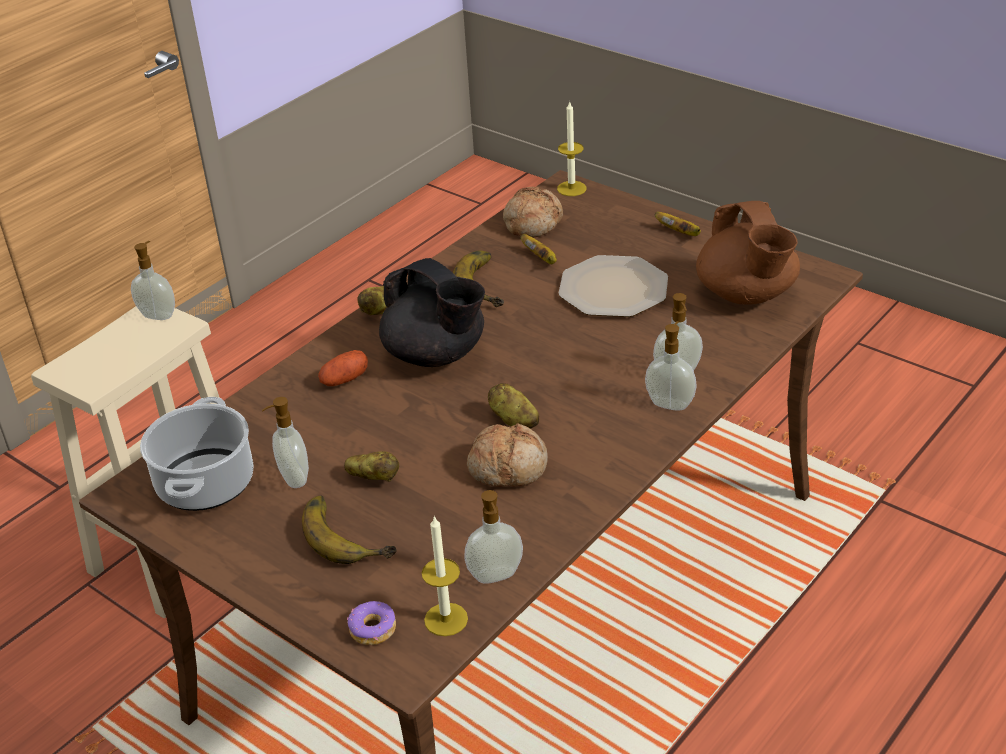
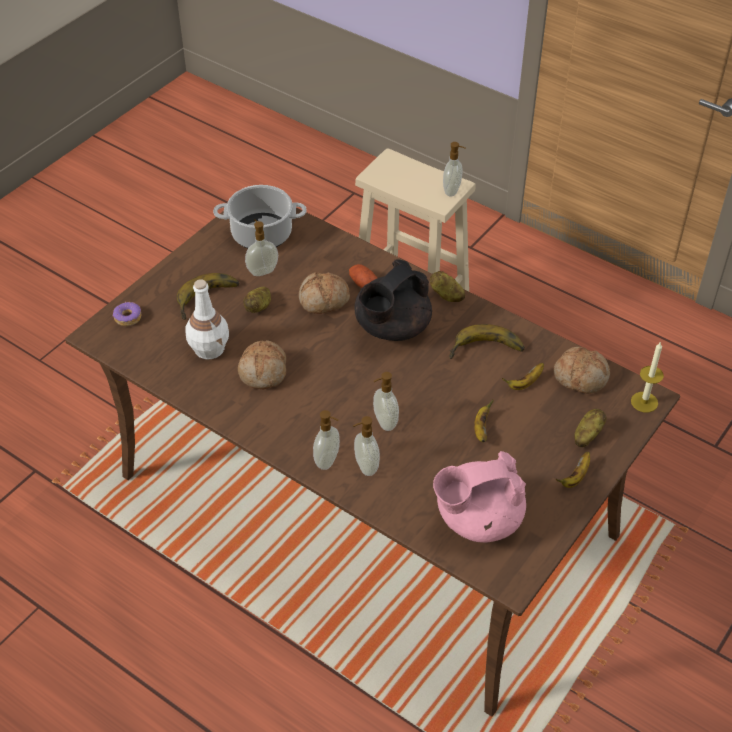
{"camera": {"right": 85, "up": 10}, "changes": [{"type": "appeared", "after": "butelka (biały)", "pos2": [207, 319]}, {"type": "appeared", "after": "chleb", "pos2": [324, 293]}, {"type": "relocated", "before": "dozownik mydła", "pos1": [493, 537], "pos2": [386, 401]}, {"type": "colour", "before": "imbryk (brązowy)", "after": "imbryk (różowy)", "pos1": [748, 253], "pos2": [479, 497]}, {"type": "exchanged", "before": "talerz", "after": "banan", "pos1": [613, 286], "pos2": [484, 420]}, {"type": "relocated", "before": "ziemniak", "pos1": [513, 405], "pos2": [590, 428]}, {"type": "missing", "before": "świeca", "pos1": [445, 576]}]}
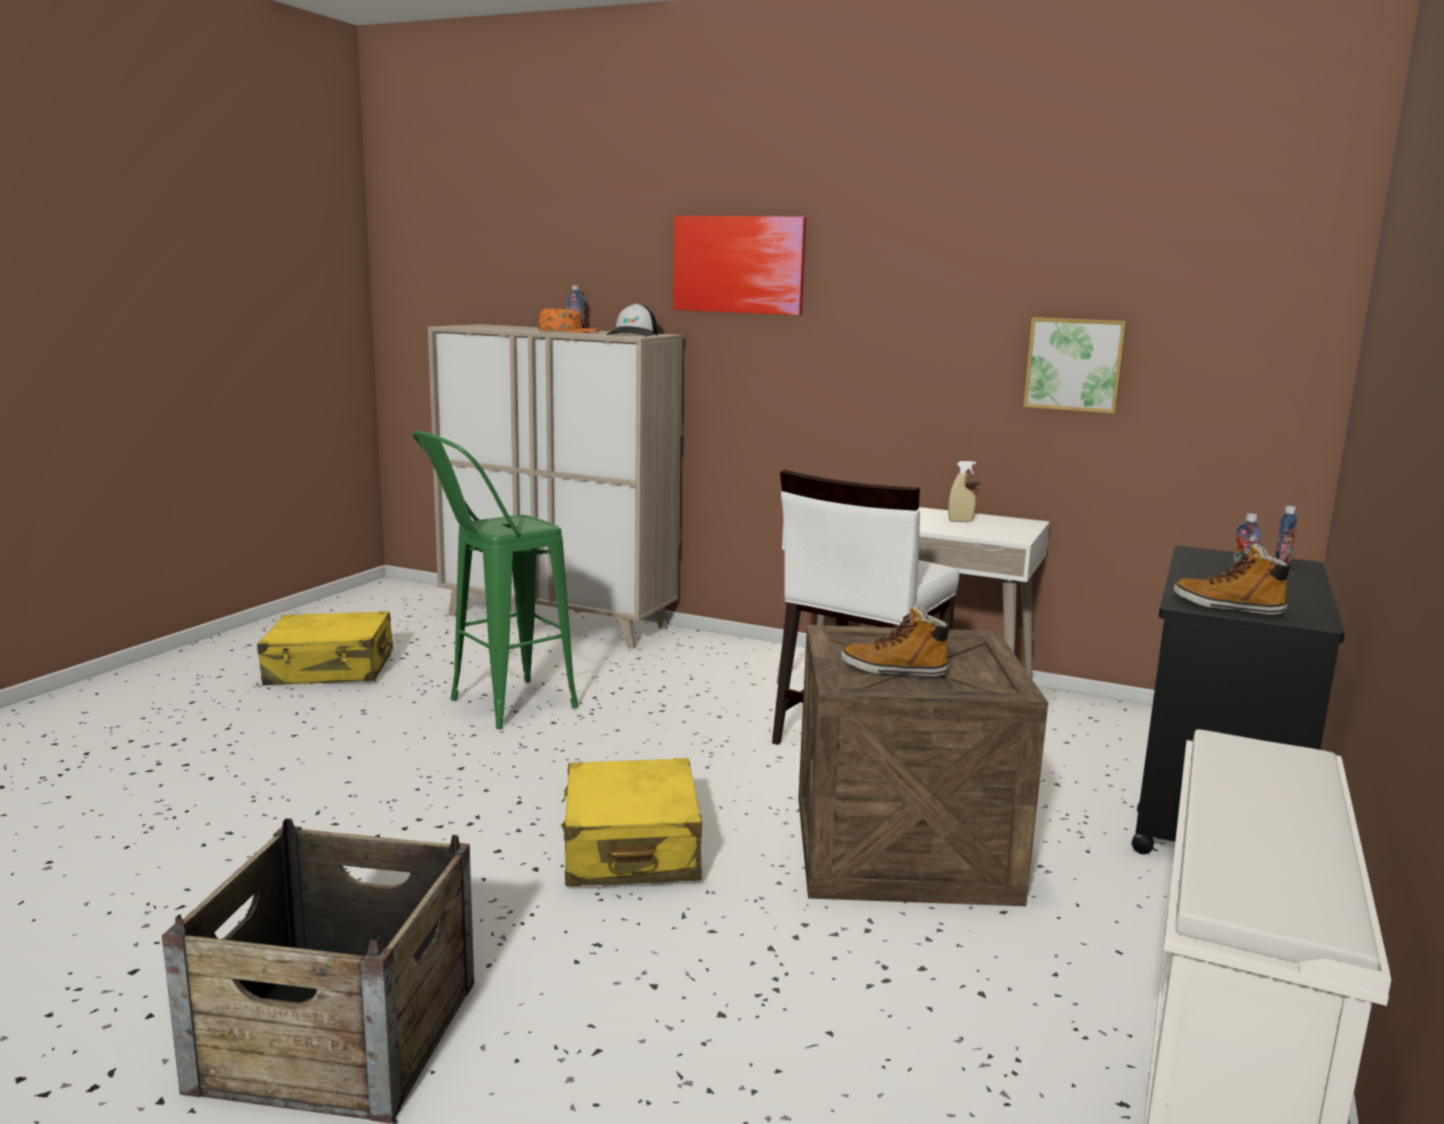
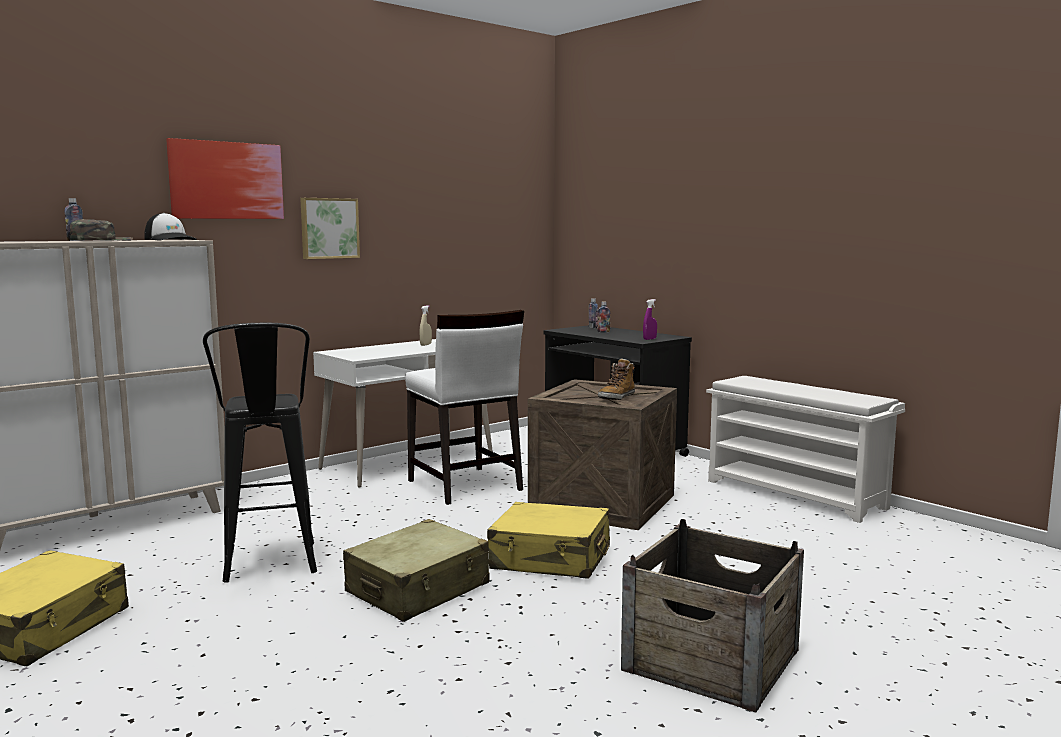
{"camera": {"right": -65, "up": -5}, "changes": [{"type": "colour", "before": "czapka z daszkiem (pomarańczowy)", "after": "czapka z daszkiem (zielony)", "pos1": [569, 320], "pos2": [101, 230]}, {"type": "colour", "before": "stołek (zielony)", "after": "stołek (czarny)", "pos1": [495, 579], "pos2": [260, 453]}, {"type": "relocated", "before": "obraz", "pos1": [1075, 365], "pos2": [330, 228]}, {"type": "appeared", "after": "walizka (beżowy)", "pos2": [416, 570]}, {"type": "exchanged", "before": "but z cholewką", "after": "spryskiwacz (fioletowy)", "pos1": [1234, 579], "pos2": [650, 319]}]}
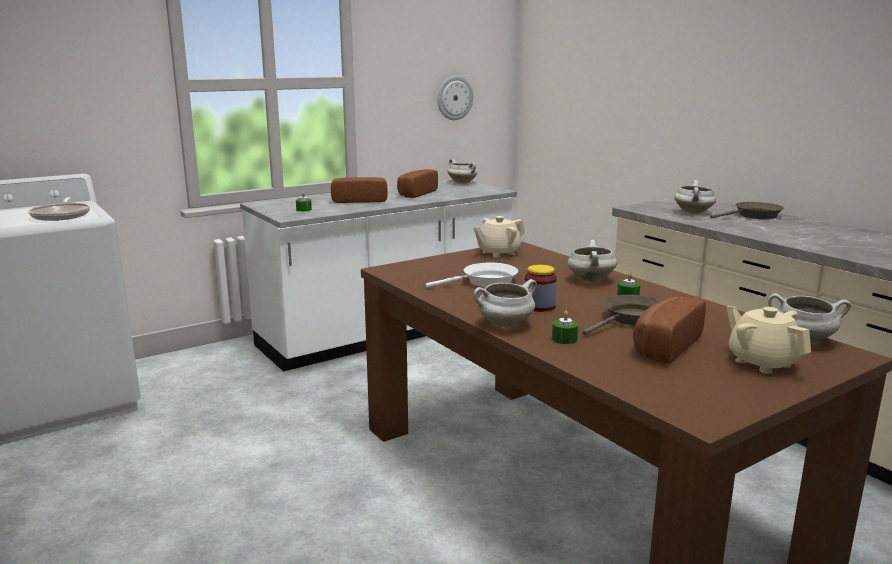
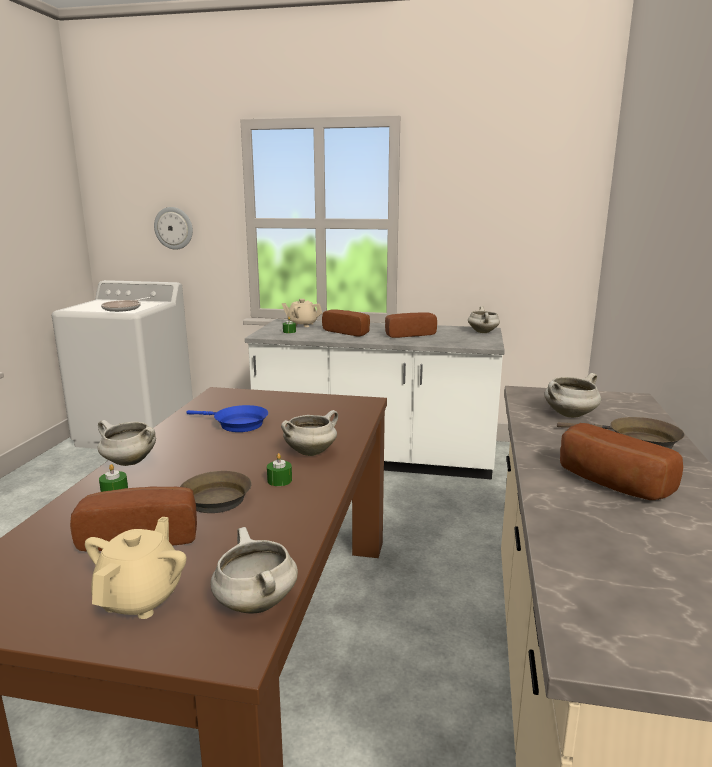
{"camera": {"right": 45, "up": 0}, "changes": [{"type": "relocated", "before": "zegar ścienny", "pos1": [455, 97], "pos2": [173, 228]}, {"type": "colour", "before": "patelnia (biały)", "after": "patelnia (niebieski)", "pos1": [471, 274], "pos2": [227, 418]}, {"type": "relocated", "before": "imbryk (beżowy)", "pos1": [499, 237], "pos2": [302, 313]}, {"type": "appeared", "after": "chleb", "pos2": [621, 461]}, {"type": "missing", "before": "słoik", "pos1": [540, 288]}]}
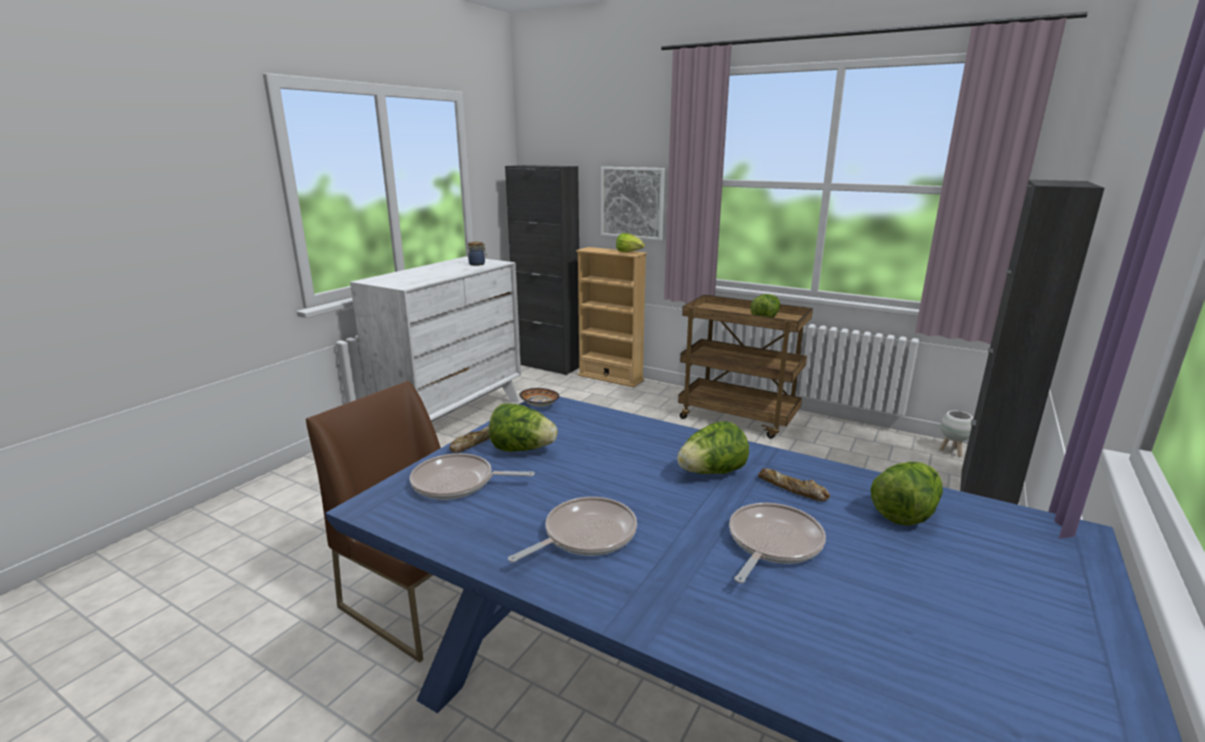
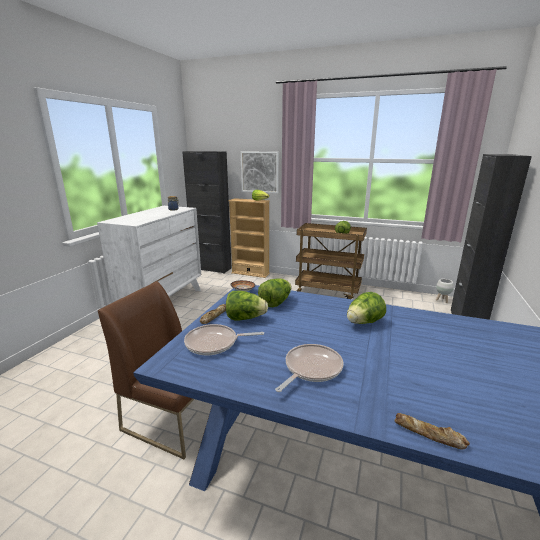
{"camera": {"right": -10, "up": 0}, "changes": [{"type": "relocated", "before": "sałata", "pos1": [906, 494], "pos2": [275, 292]}, {"type": "relocated", "before": "chleb", "pos1": [794, 484], "pos2": [432, 431]}, {"type": "missing", "before": "patelnia", "pos1": [777, 543]}]}
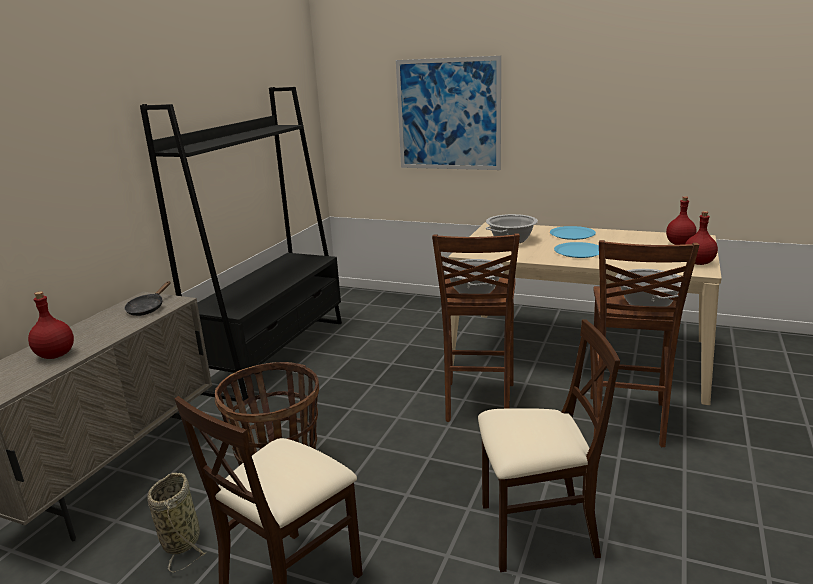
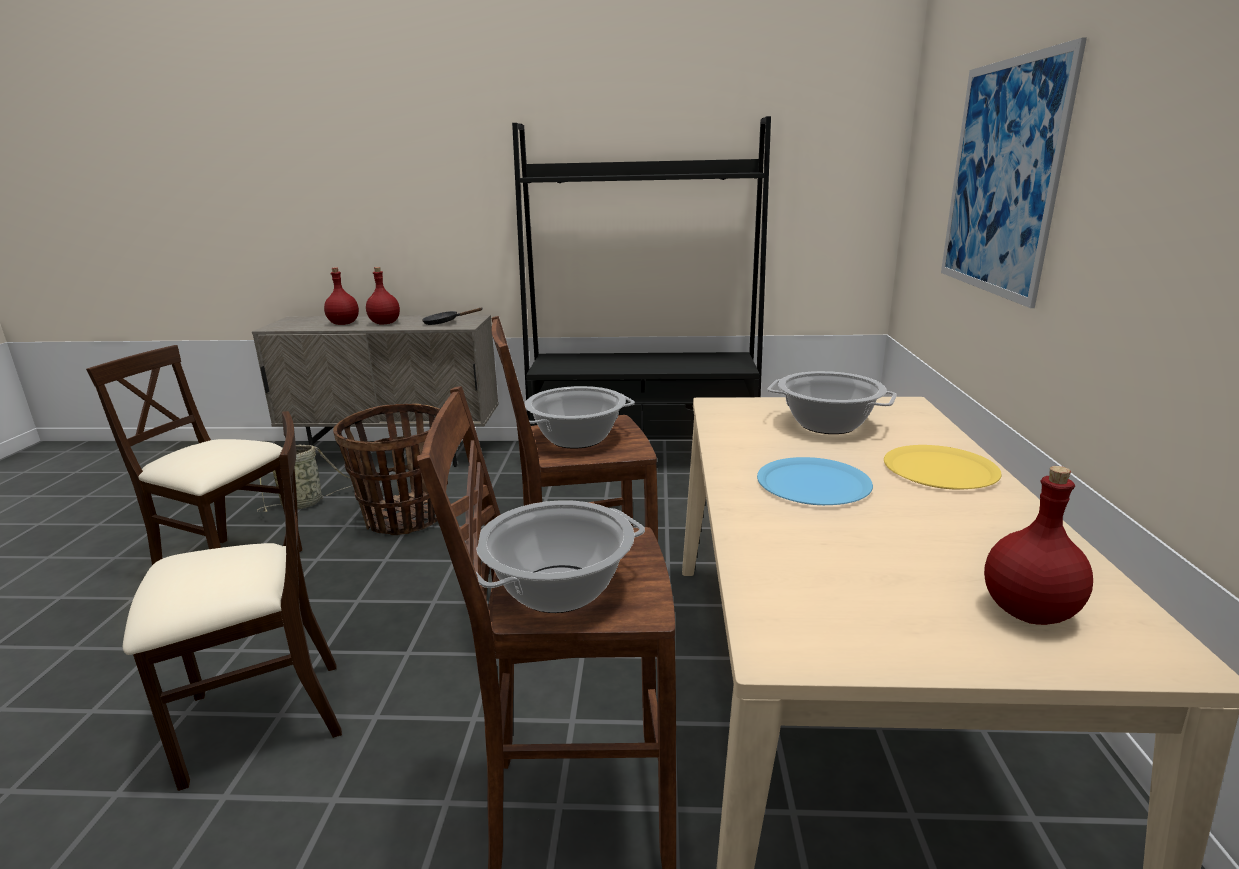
{"camera": {"right": 70, "up": 0}, "changes": [{"type": "spun", "before": "krzesło (beżowy)", "pos1": [549, 445], "pos2": [232, 601], "turn": -90}, {"type": "relocated", "before": "butelka (czerwony)", "pos1": [701, 238], "pos2": [383, 295]}, {"type": "colour", "before": "talerz (niebieski)", "after": "talerz (żółty)", "pos1": [573, 233], "pos2": [942, 467]}]}
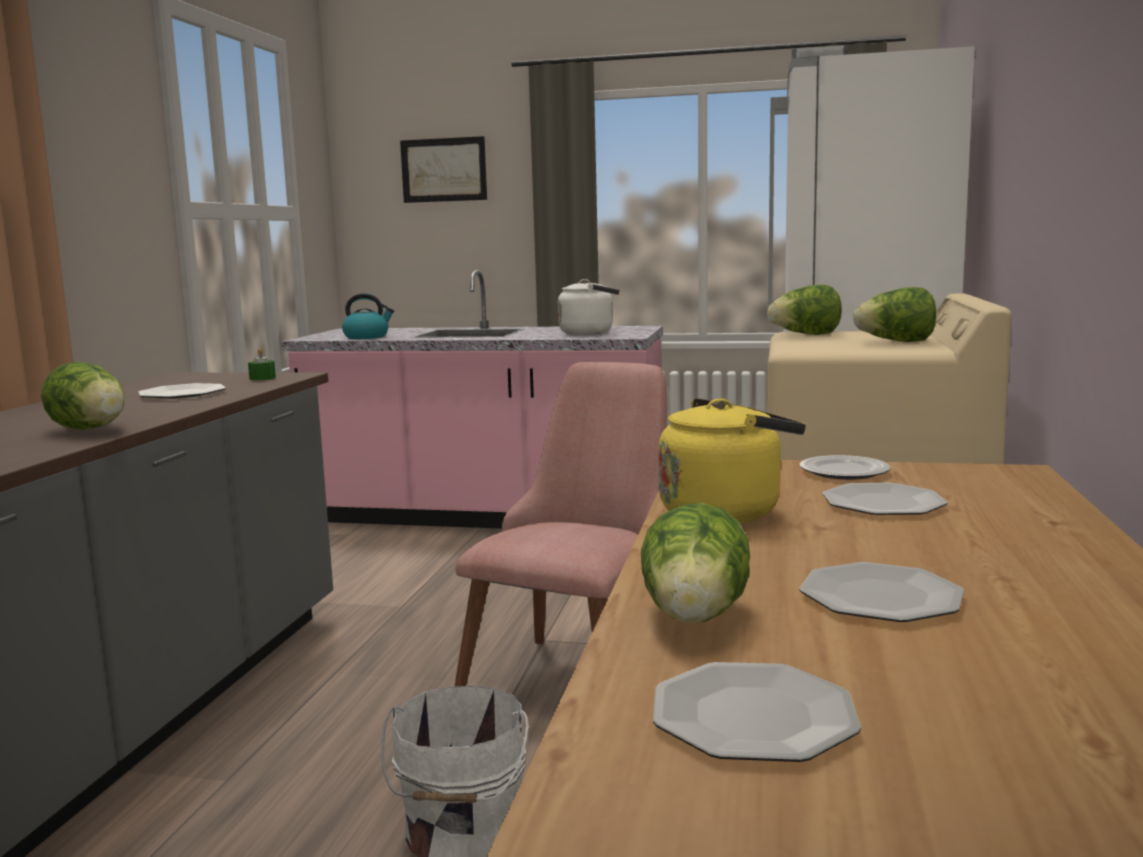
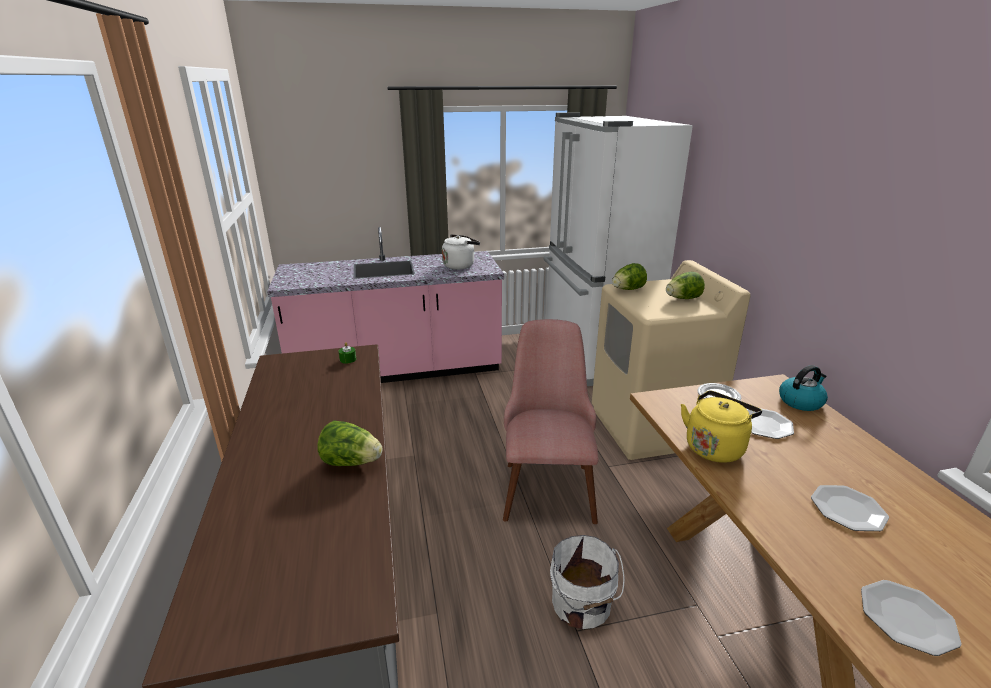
{"camera": {"right": -25, "up": 15}, "changes": [{"type": "relocated", "before": "czajnik", "pos1": [368, 316], "pos2": [803, 388]}, {"type": "missing", "before": "talerz", "pos1": [182, 391]}, {"type": "missing", "before": "obraz", "pos1": [443, 169]}, {"type": "missing", "before": "sałata", "pos1": [695, 563]}]}
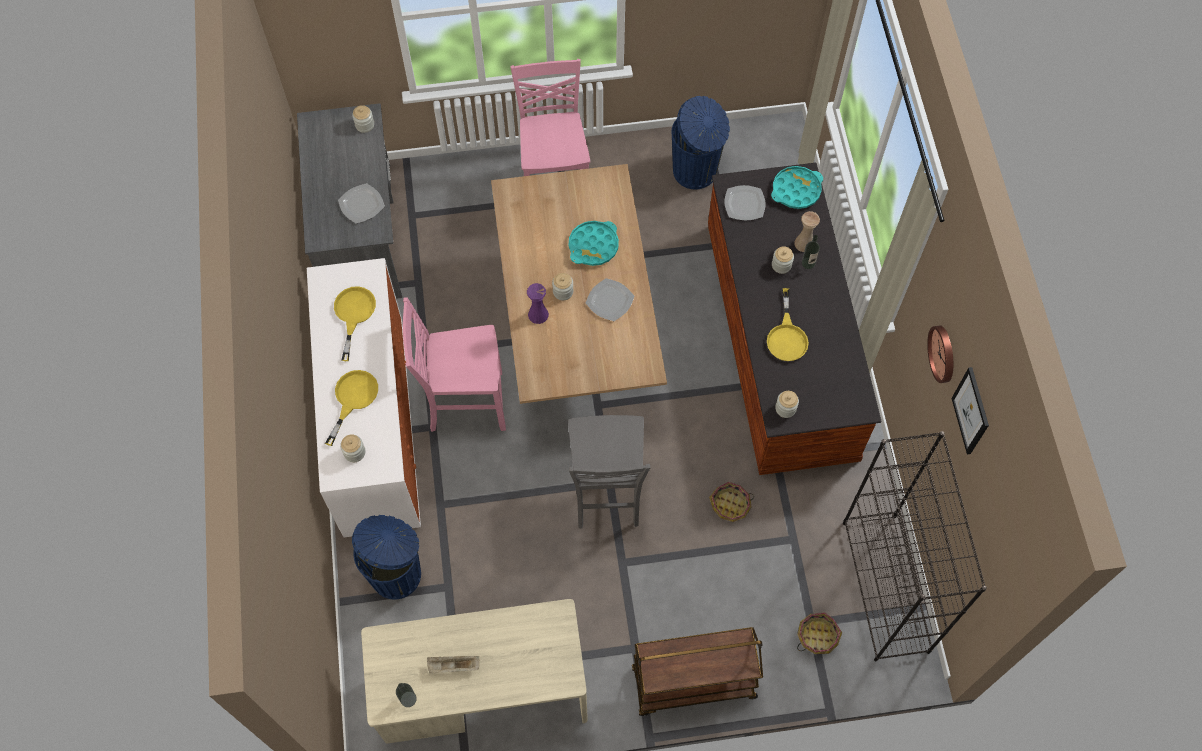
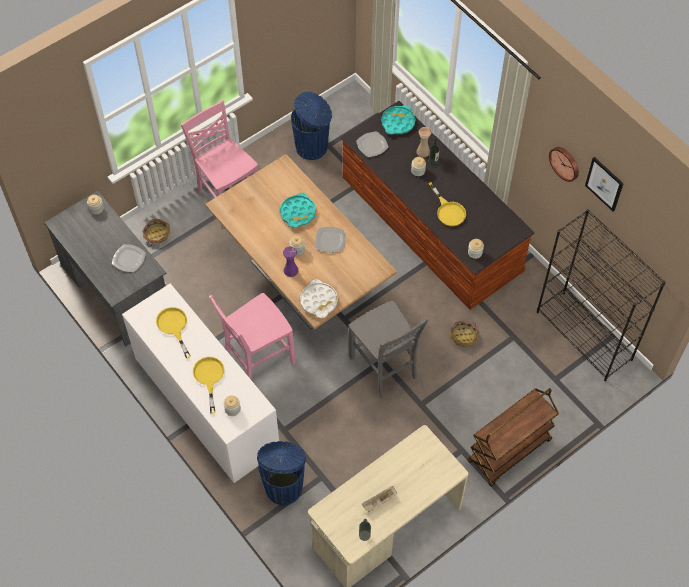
{"camera": {"right": -30, "up": -5}, "changes": [{"type": "relocated", "before": "koszyk", "pos1": [819, 633], "pos2": [156, 233]}, {"type": "appeared", "after": "taca (biały)", "pos2": [319, 299]}]}
